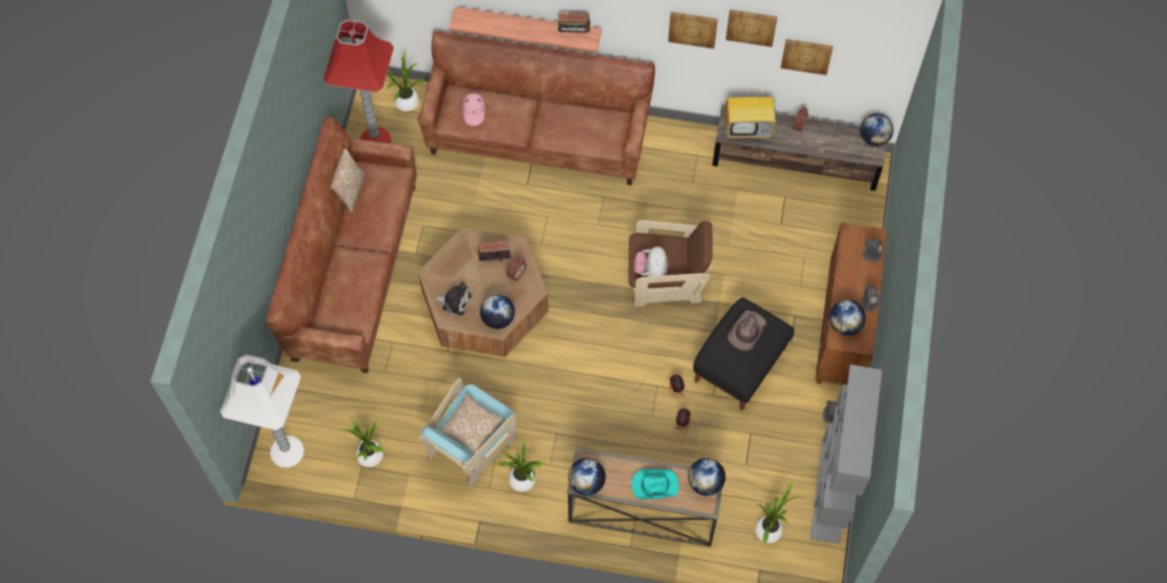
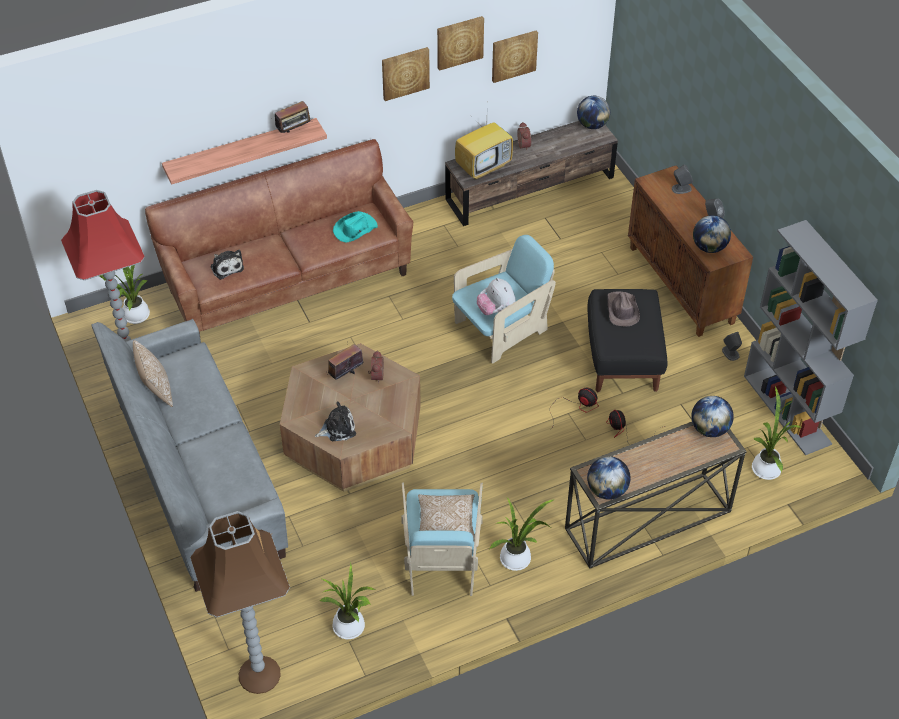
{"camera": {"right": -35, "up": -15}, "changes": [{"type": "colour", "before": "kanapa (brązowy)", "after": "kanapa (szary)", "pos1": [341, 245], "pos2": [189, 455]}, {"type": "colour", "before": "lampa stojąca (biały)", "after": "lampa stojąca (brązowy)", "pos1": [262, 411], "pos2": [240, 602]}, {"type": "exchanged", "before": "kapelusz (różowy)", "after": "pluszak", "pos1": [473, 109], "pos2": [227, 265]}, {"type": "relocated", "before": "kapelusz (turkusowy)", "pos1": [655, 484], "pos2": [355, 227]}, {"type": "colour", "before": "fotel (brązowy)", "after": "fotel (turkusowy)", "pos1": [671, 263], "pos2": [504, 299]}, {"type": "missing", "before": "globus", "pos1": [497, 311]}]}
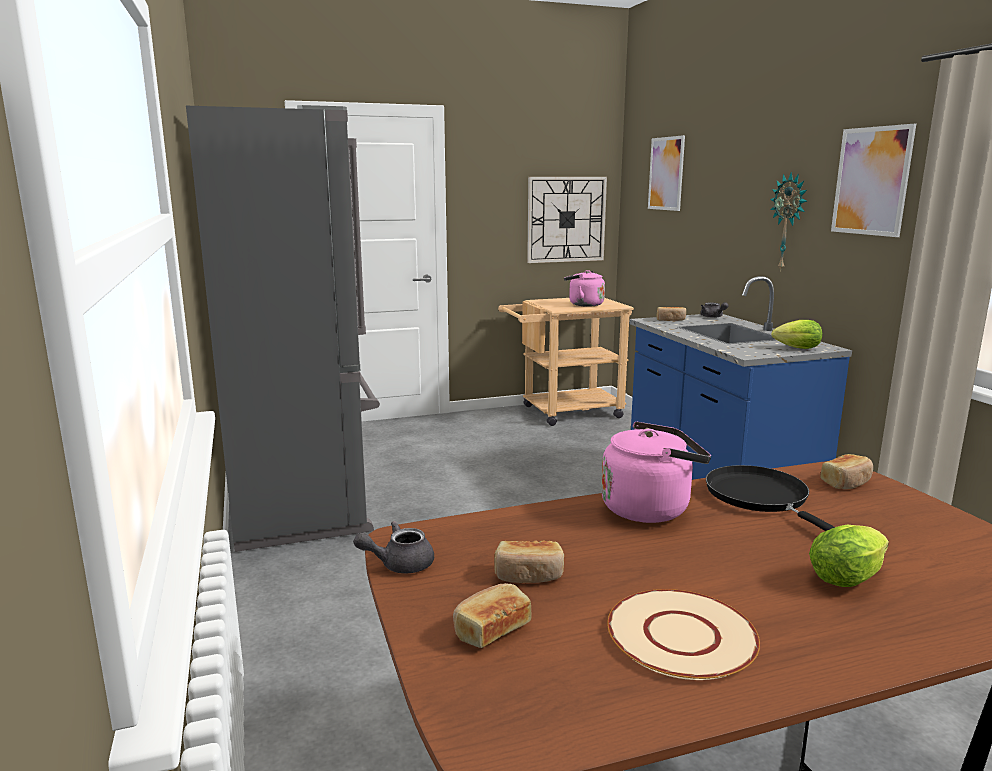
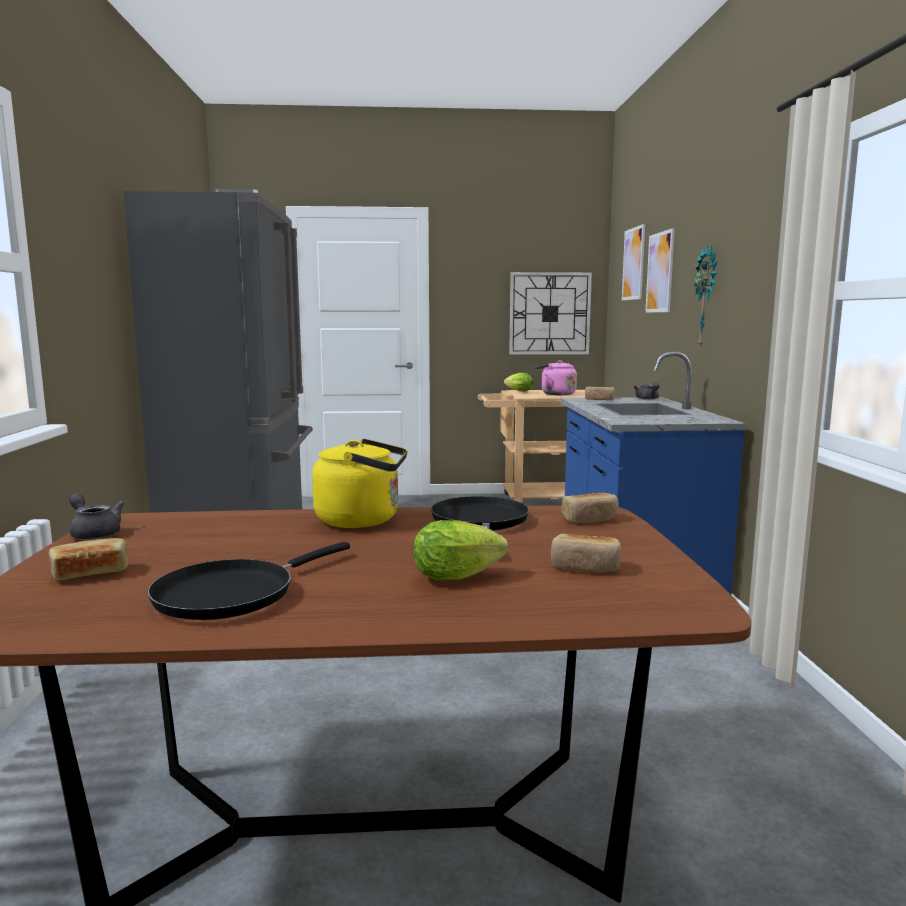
{"camera": {"right": 15, "up": -5}, "changes": [{"type": "spun", "before": "imbryk (szary)", "pos1": [393, 547], "pos2": [96, 516], "turn": 45}, {"type": "exchanged", "before": "talerz (beżowy)", "after": "patelnia (czarny)", "pos1": [683, 634], "pos2": [248, 581]}, {"type": "colour", "before": "czajnik (różowy)", "after": "czajnik (żółty)", "pos1": [656, 472], "pos2": [359, 483]}, {"type": "relocated", "before": "sałata", "pos1": [796, 334], "pos2": [518, 382]}, {"type": "relocated", "before": "chleb", "pos1": [529, 562], "pos2": [586, 553]}, {"type": "relocated", "before": "obraz", "pos1": [873, 180], "pos2": [660, 270]}]}
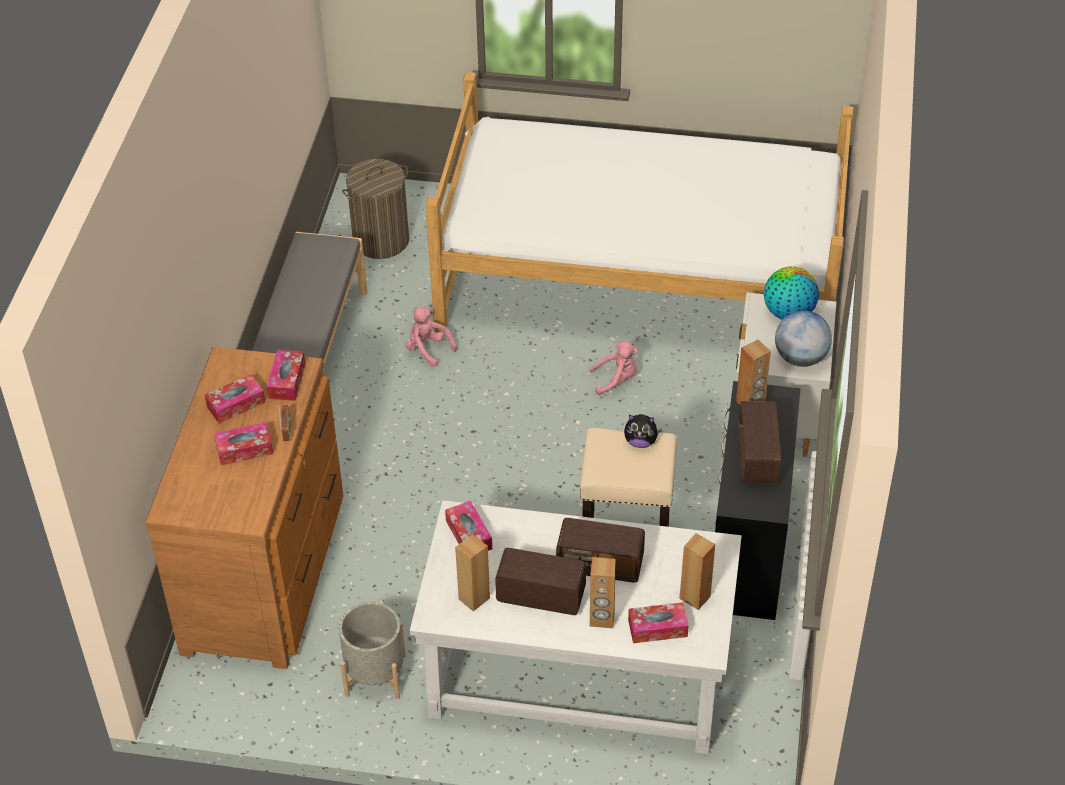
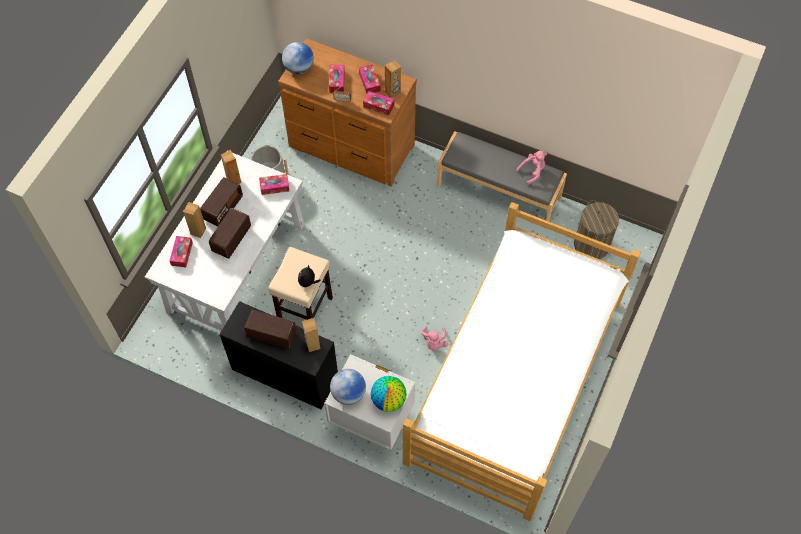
{"camera": {"right": 105, "up": 15}, "changes": [{"type": "appeared", "after": "globus", "pos2": [298, 58]}, {"type": "relocated", "before": "głośnik (brązowy)", "pos1": [697, 571], "pos2": [393, 79]}, {"type": "relocated", "before": "pluszak (różowy)", "pos1": [431, 337], "pos2": [531, 168]}]}
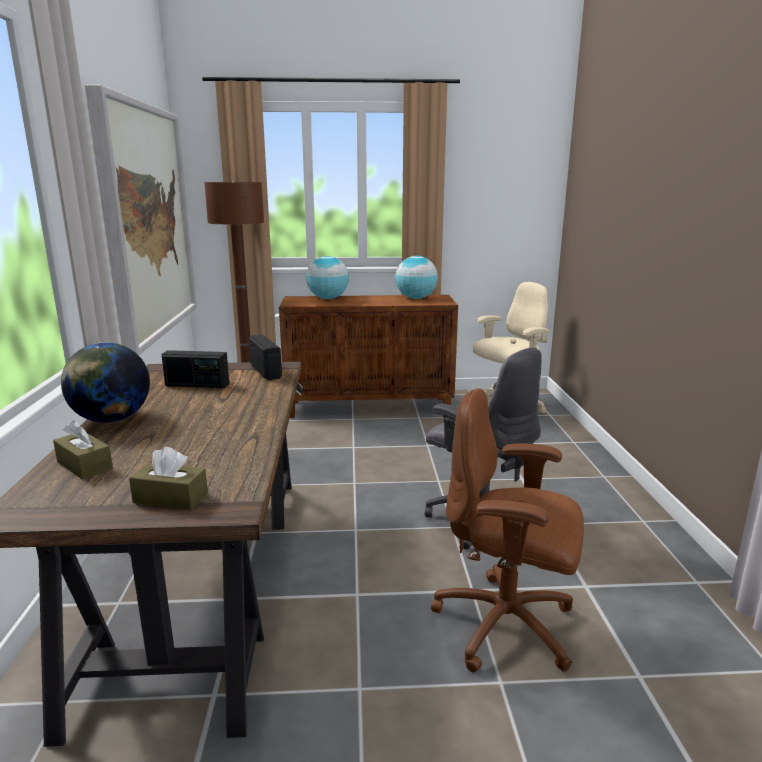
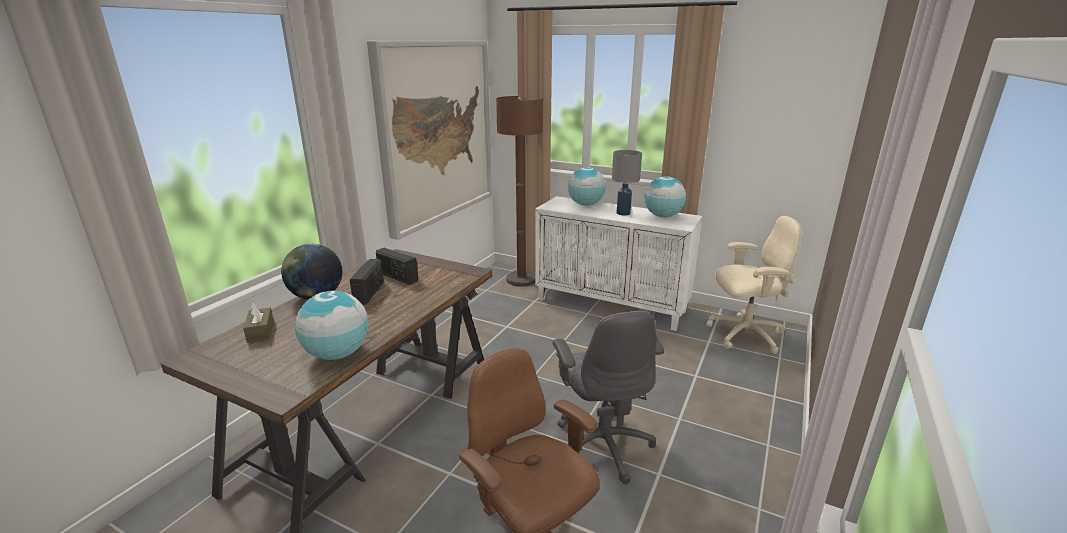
{"camera": {"right": 30, "up": 5}, "changes": [{"type": "appeared", "after": "globus", "pos2": [332, 325]}, {"type": "relocated", "before": "radio", "pos1": [265, 357], "pos2": [367, 282]}, {"type": "colour", "before": "szafka (brązowy)", "after": "szafka (biały)", "pos1": [368, 356], "pos2": [618, 263]}, {"type": "appeared", "after": "lampa stołowa (szary)", "pos2": [627, 182]}, {"type": "missing", "before": "pudełko chusteczek (brązowy)", "pos1": [168, 478]}]}
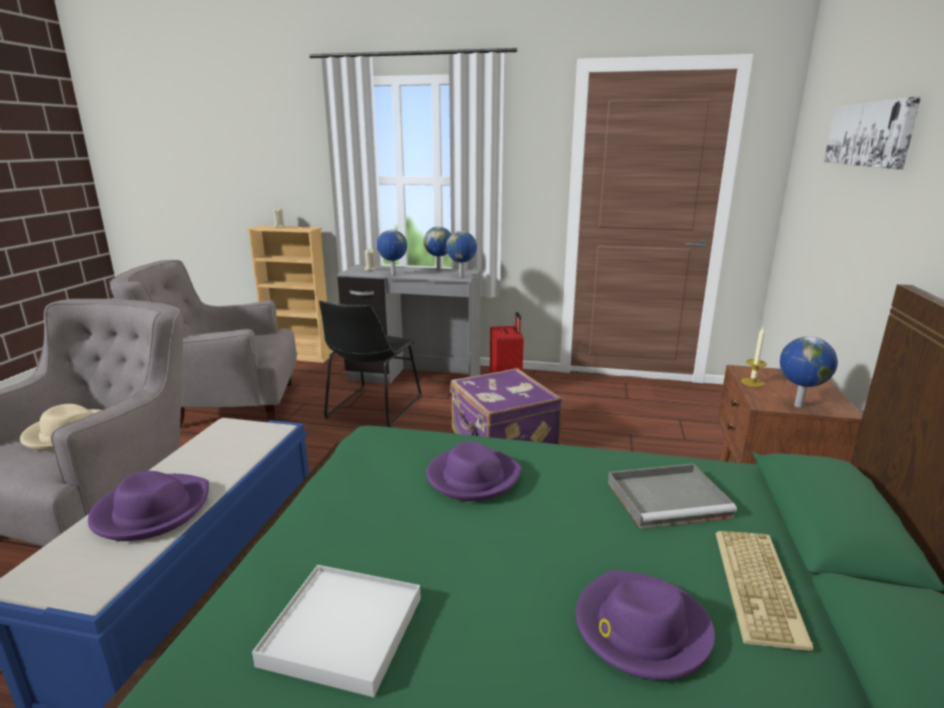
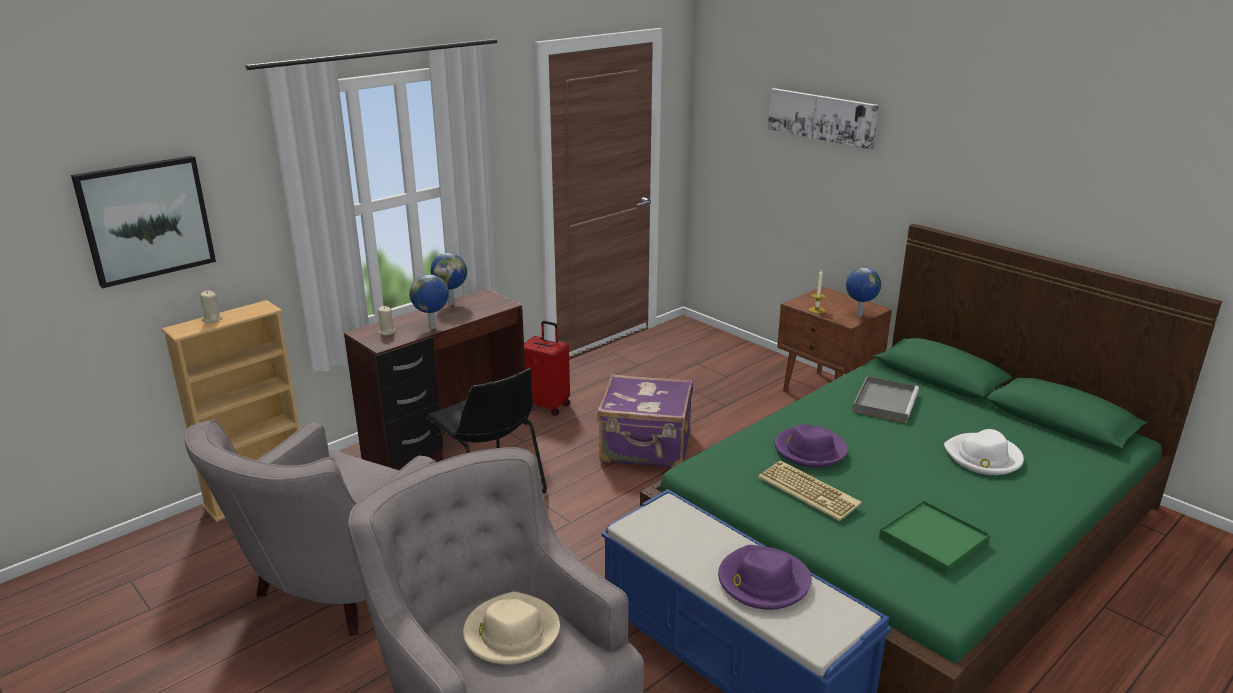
{"camera": {"right": -55, "up": 5}, "changes": [{"type": "appeared", "after": "obraz", "pos2": [143, 222]}, {"type": "colour", "before": "biurko (szary)", "after": "biurko (brązowy)", "pos1": [409, 324], "pos2": [436, 379]}, {"type": "relocated", "before": "klawiatura", "pos1": [764, 591], "pos2": [810, 491]}, {"type": "colour", "before": "taca (biały)", "after": "taca (zielony)", "pos1": [336, 631], "pos2": [935, 538]}, {"type": "colour", "before": "kapelusz (fioletowy)", "after": "kapelusz (biały)", "pos1": [645, 625], "pos2": [984, 452]}, {"type": "missing", "before": "globus", "pos1": [461, 254]}]}
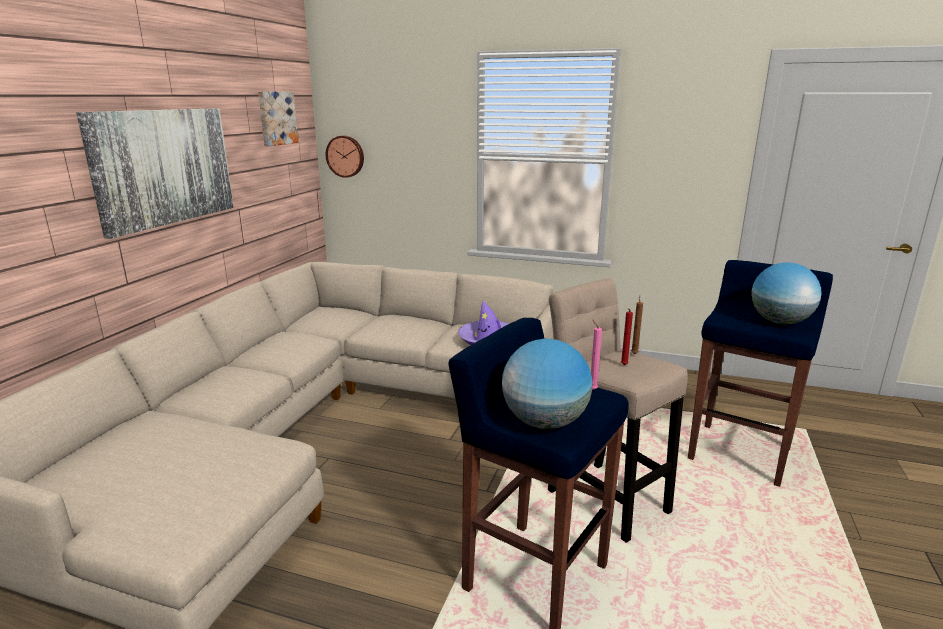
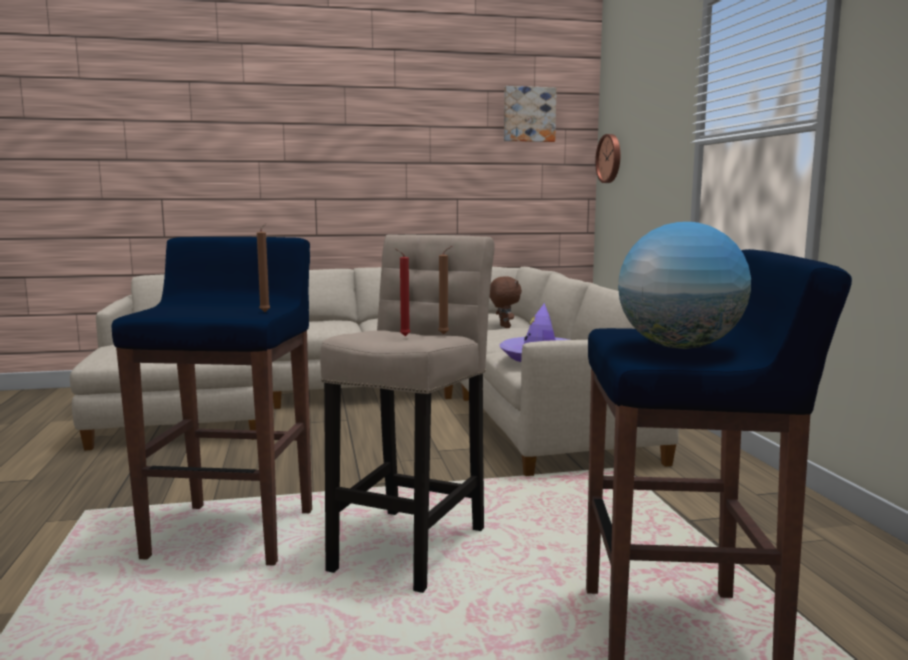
{"camera": {"right": 60, "up": -10}, "changes": [{"type": "colour", "before": "świeca (różowy)", "after": "świeca (brązowy)", "pos1": [596, 354], "pos2": [263, 267]}, {"type": "appeared", "after": "pluszak (brązowy)", "pos2": [506, 302]}, {"type": "missing", "before": "obraz", "pos1": [155, 173]}, {"type": "missing", "before": "globus", "pos1": [547, 384]}]}
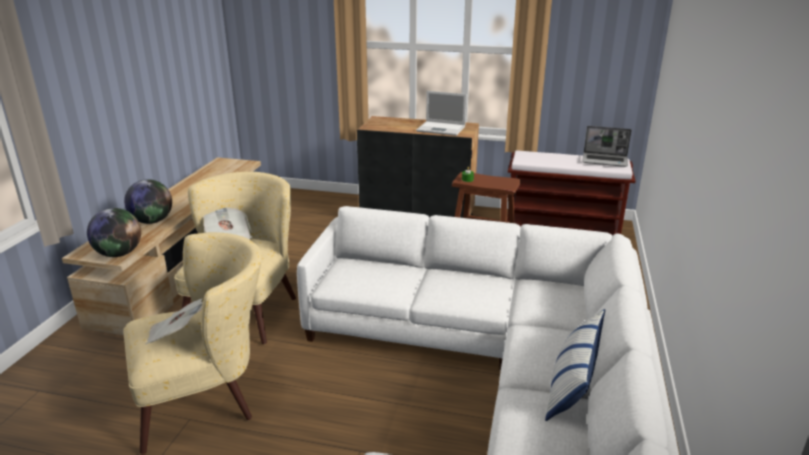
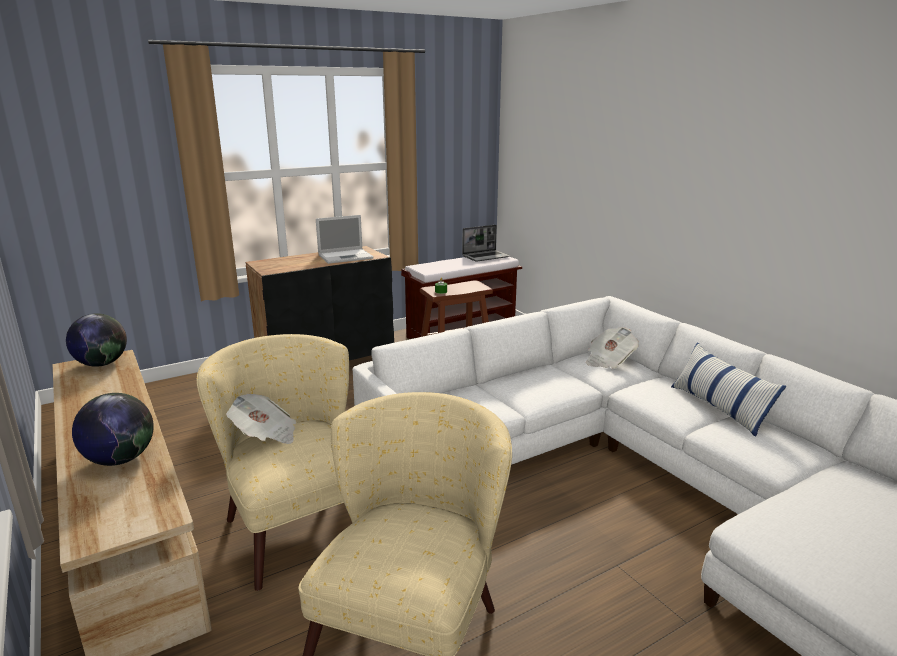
{"camera": {"right": -45, "up": -5}, "changes": [{"type": "relocated", "before": "globus", "pos1": [114, 232], "pos2": [96, 340]}, {"type": "relocated", "before": "gazeta", "pos1": [174, 322], "pos2": [612, 348]}]}
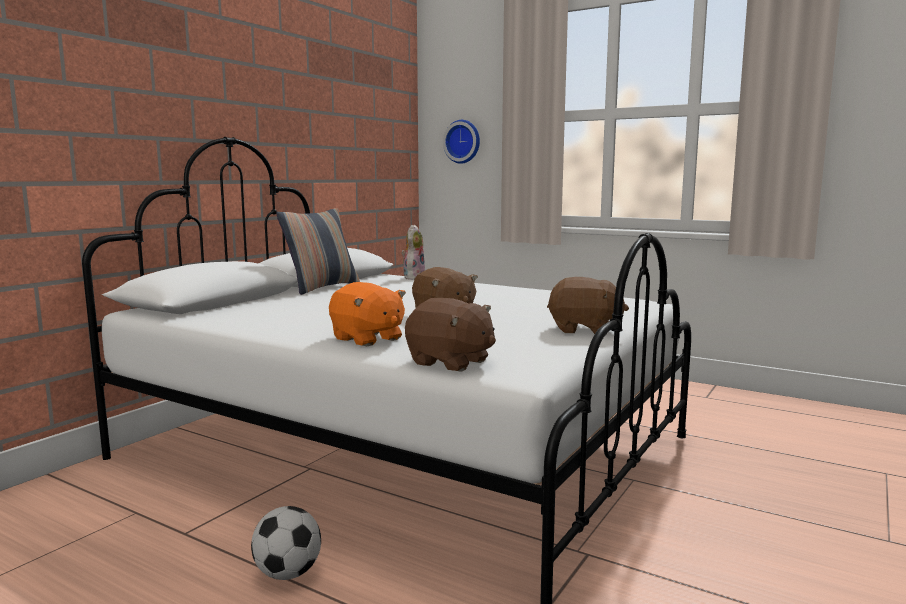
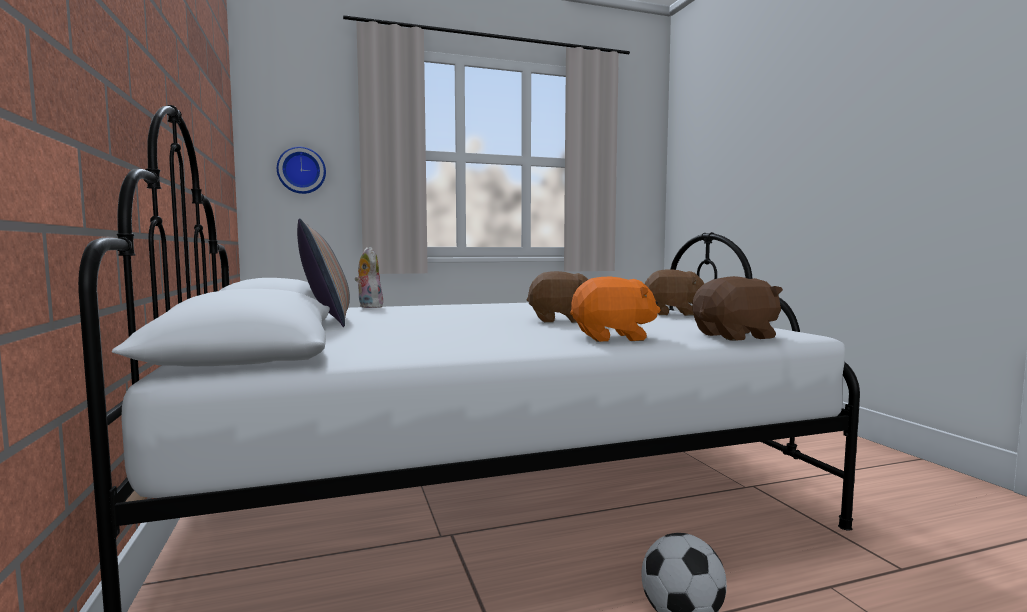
{"camera": {"right": -50, "up": -5}, "changes": [{"type": "spun", "before": "pluszak (brązowy)", "pos1": [588, 305], "pos2": [674, 292], "turn": 45}]}
